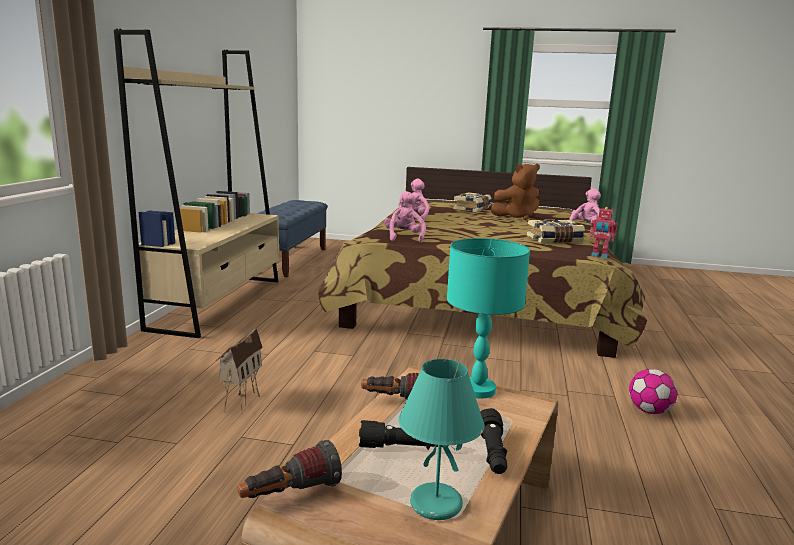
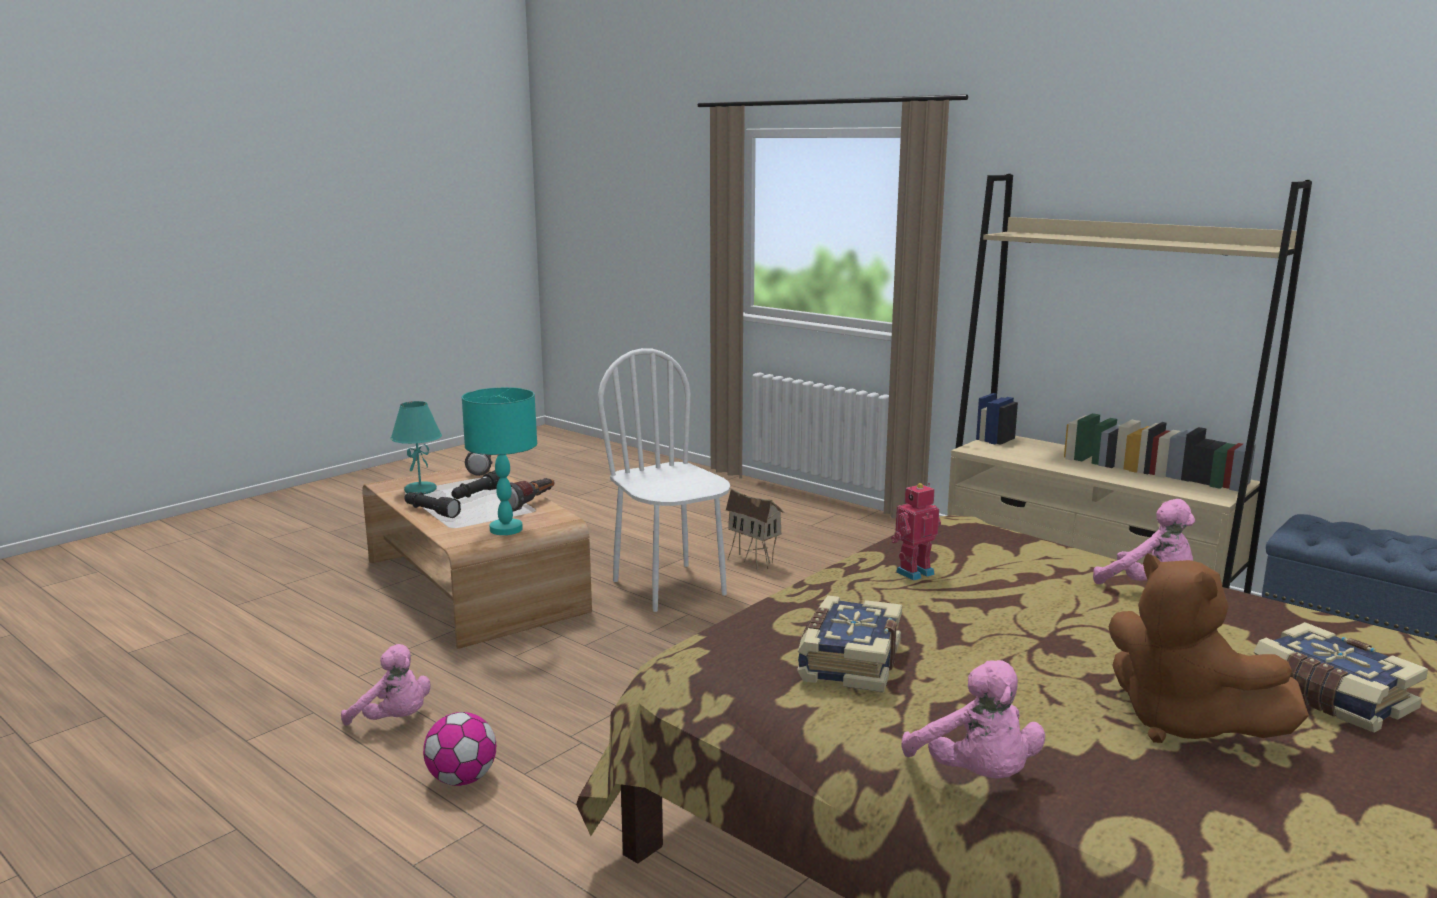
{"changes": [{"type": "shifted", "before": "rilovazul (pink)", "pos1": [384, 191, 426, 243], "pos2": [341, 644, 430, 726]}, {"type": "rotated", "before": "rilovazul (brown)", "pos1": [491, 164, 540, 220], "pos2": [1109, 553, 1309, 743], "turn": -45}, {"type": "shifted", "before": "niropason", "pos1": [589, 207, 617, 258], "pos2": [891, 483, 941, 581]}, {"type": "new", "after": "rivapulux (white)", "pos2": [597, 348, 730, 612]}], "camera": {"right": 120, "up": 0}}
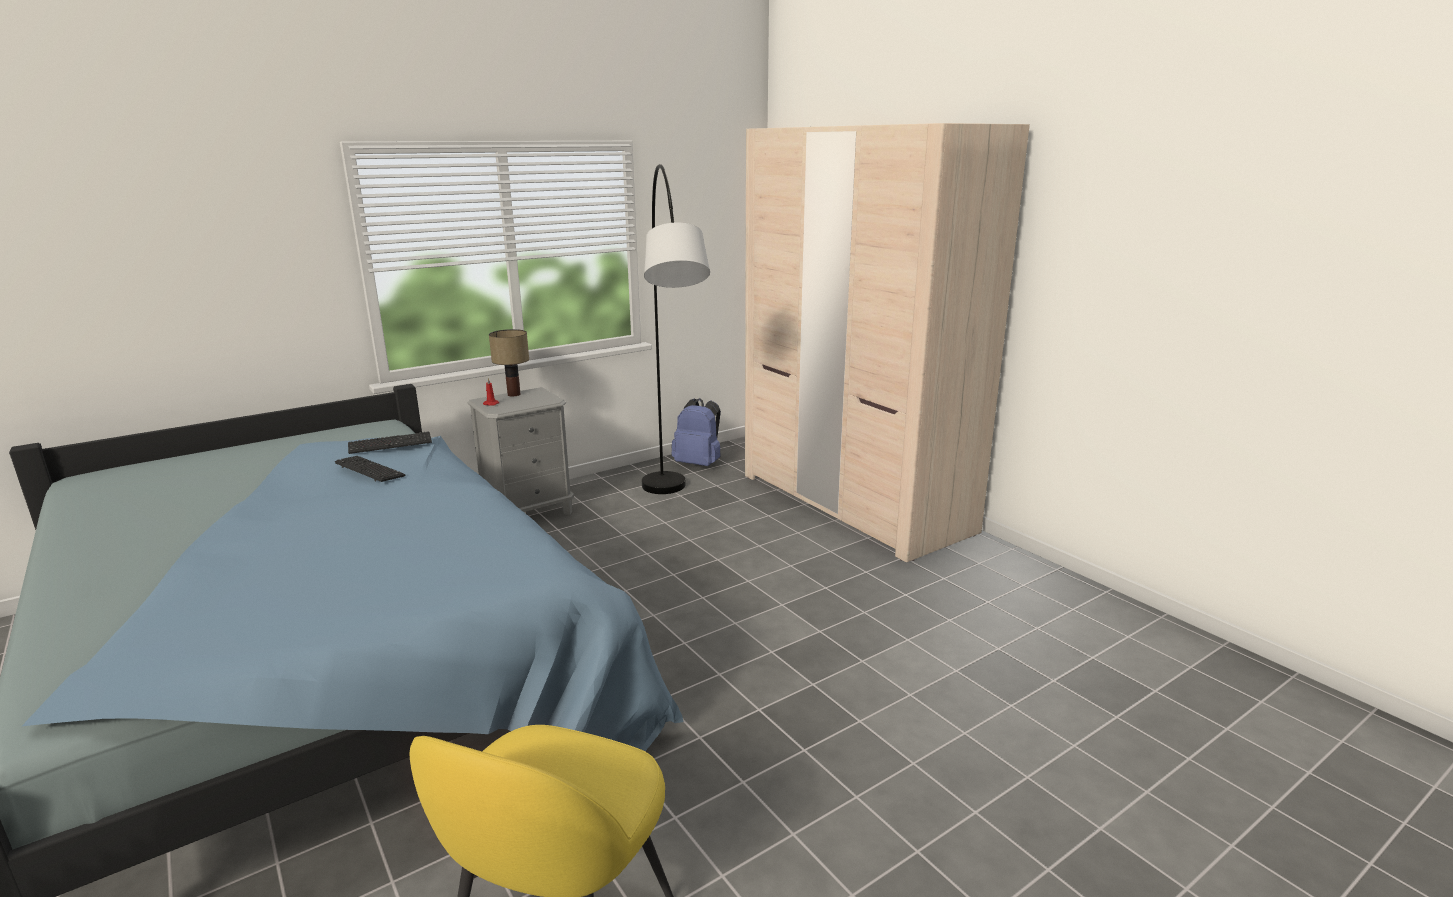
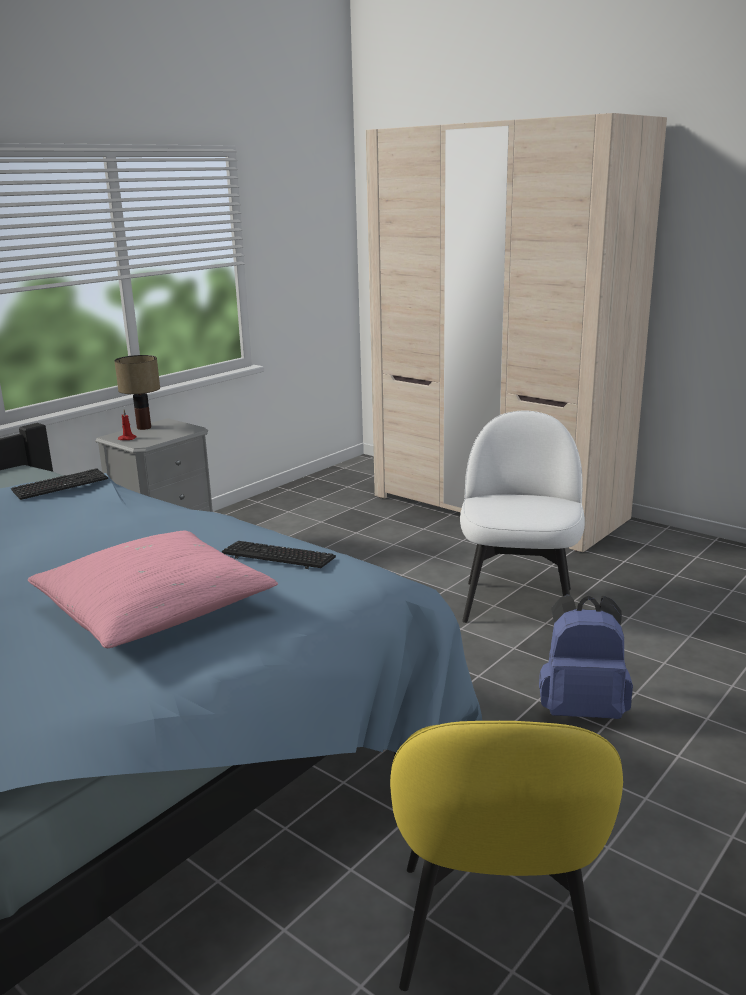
{"changes": [{"type": "shifted", "before": "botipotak", "pos1": [335, 456, 405, 482], "pos2": [222, 541, 336, 569]}, {"type": "gone", "before": "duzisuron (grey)", "pos1": [642, 164, 710, 494]}, {"type": "shifted", "before": "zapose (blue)", "pos1": [672, 398, 721, 466], "pos2": [539, 595, 633, 719]}, {"type": "new", "after": "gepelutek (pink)", "pos2": [28, 531, 278, 648]}, {"type": "new", "after": "rivapulux (white)", "pos2": [460, 410, 585, 623]}], "camera": {"right": -15, "up": 0}}
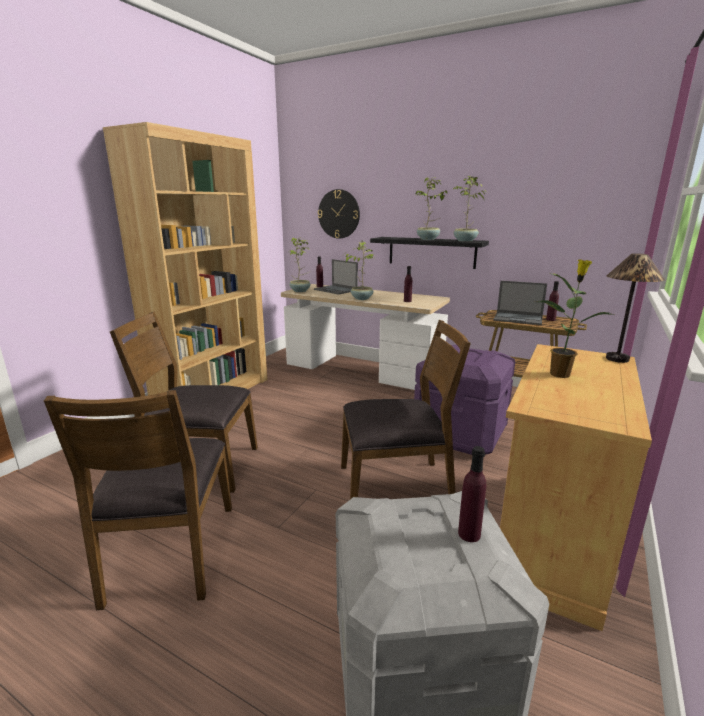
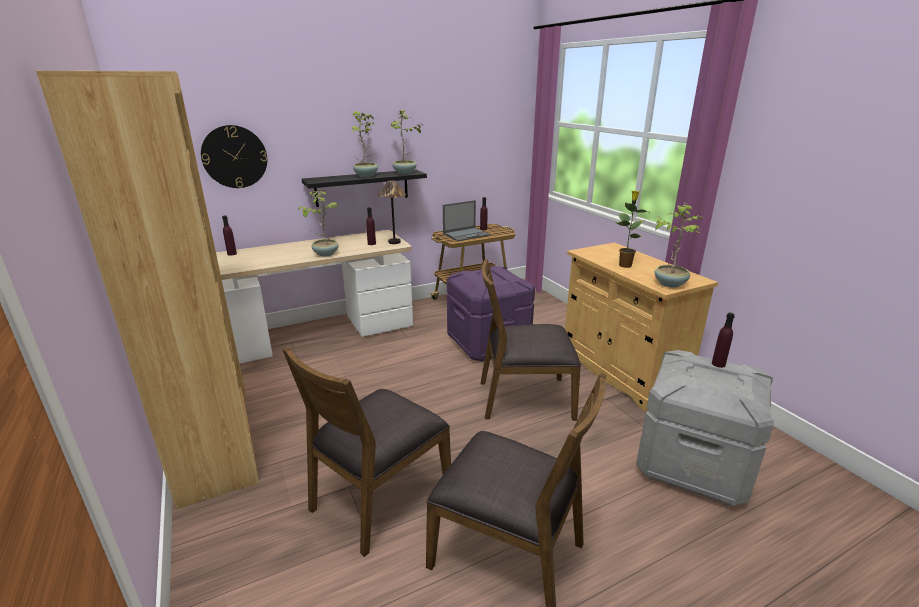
{"changes": [{"type": "shifted", "before": "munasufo", "pos1": [289, 238, 311, 292], "pos2": [655, 204, 703, 288]}, {"type": "gone", "before": "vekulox", "pos1": [314, 259, 358, 295]}, {"type": "rotated", "before": "rivapulux (brown)", "pos1": [341, 320, 471, 499], "pos2": [481, 259, 581, 421], "turn": -120}, {"type": "shifted", "before": "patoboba", "pos1": [606, 253, 665, 363], "pos2": [377, 180, 406, 244]}], "camera": {"right": -55, "up": 5}}
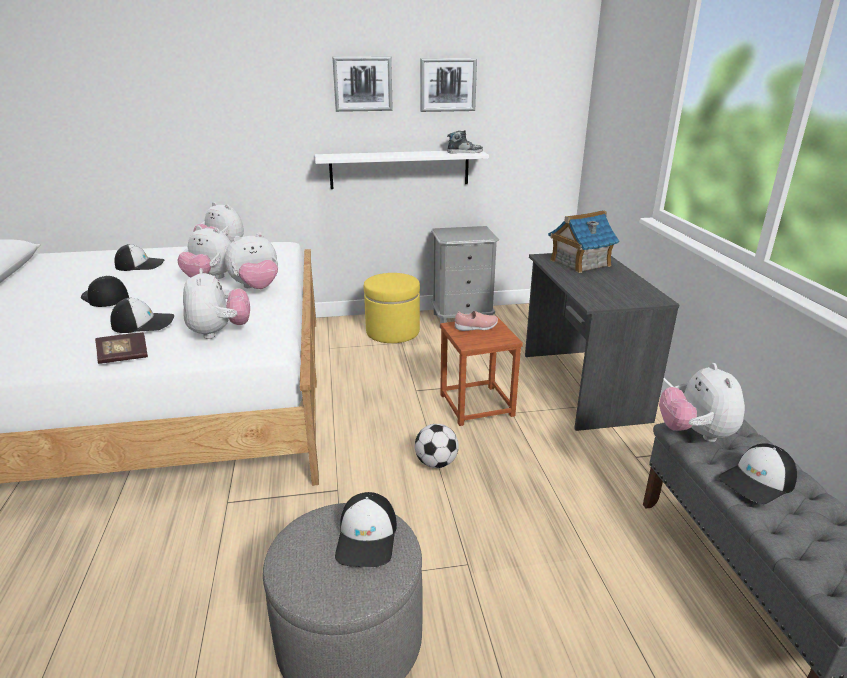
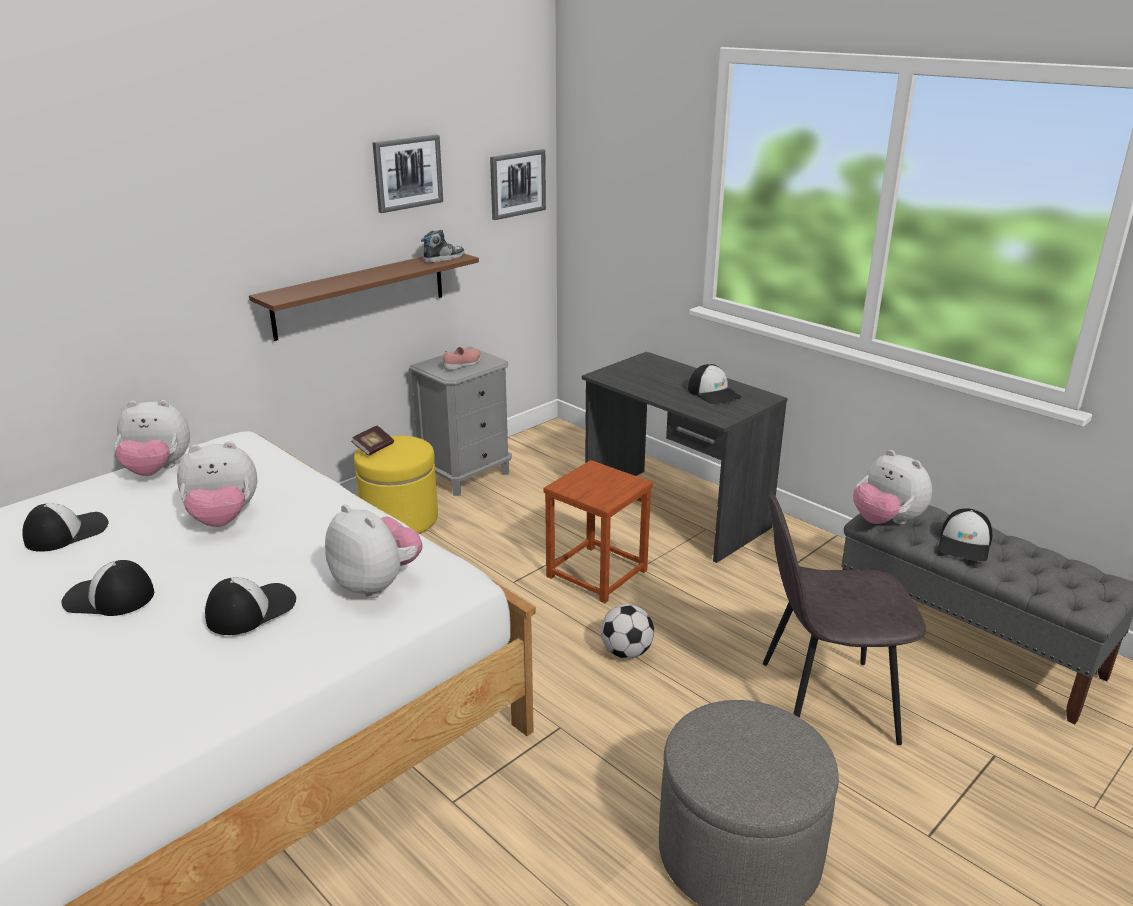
{"changes": [{"type": "shifted", "before": "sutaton", "pos1": [95, 332, 148, 364], "pos2": [351, 426, 394, 456]}, {"type": "gone", "before": "rilovazul", "pos1": [225, 233, 278, 289]}, {"type": "repainted", "before": "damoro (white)", "after": "damoro (brown)", "pos1": [315, 151, 489, 189], "pos2": [249, 254, 479, 341]}, {"type": "shifted", "before": "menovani", "pos1": [332, 57, 393, 112], "pos2": [490, 149, 546, 220]}, {"type": "shifted", "before": "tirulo", "pos1": [335, 492, 397, 567], "pos2": [688, 364, 742, 404]}, {"type": "shifted", "before": "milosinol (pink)", "pos1": [455, 311, 498, 331], "pos2": [443, 347, 481, 371]}, {"type": "gone", "before": "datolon", "pos1": [548, 210, 619, 273]}, {"type": "new", "after": "rivapulux (grey)", "pos2": [763, 492, 926, 745]}], "camera": {"right": -35, "up": 0}}
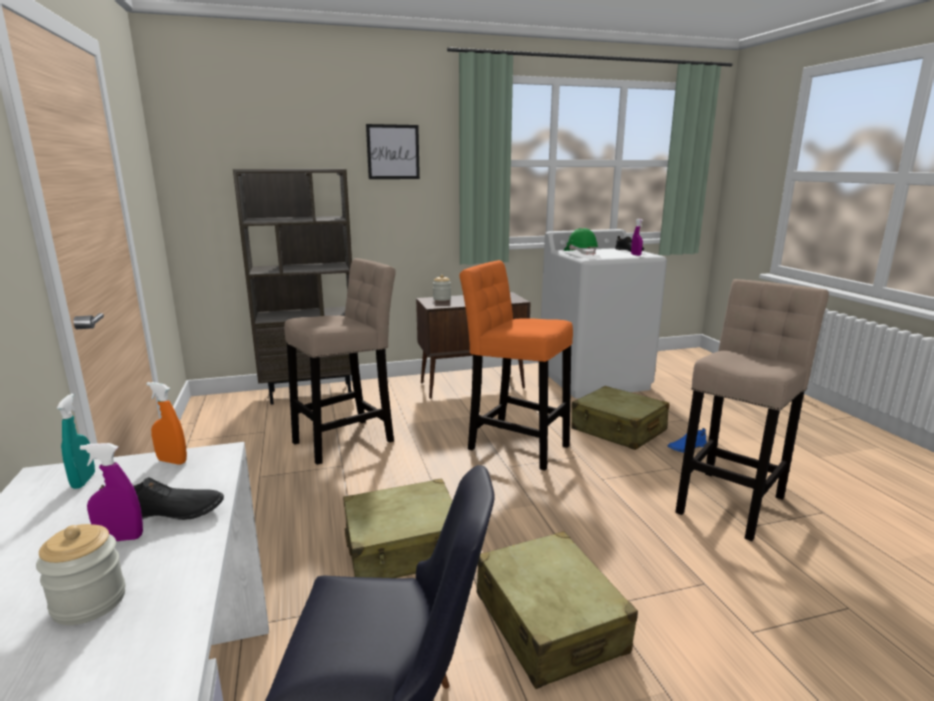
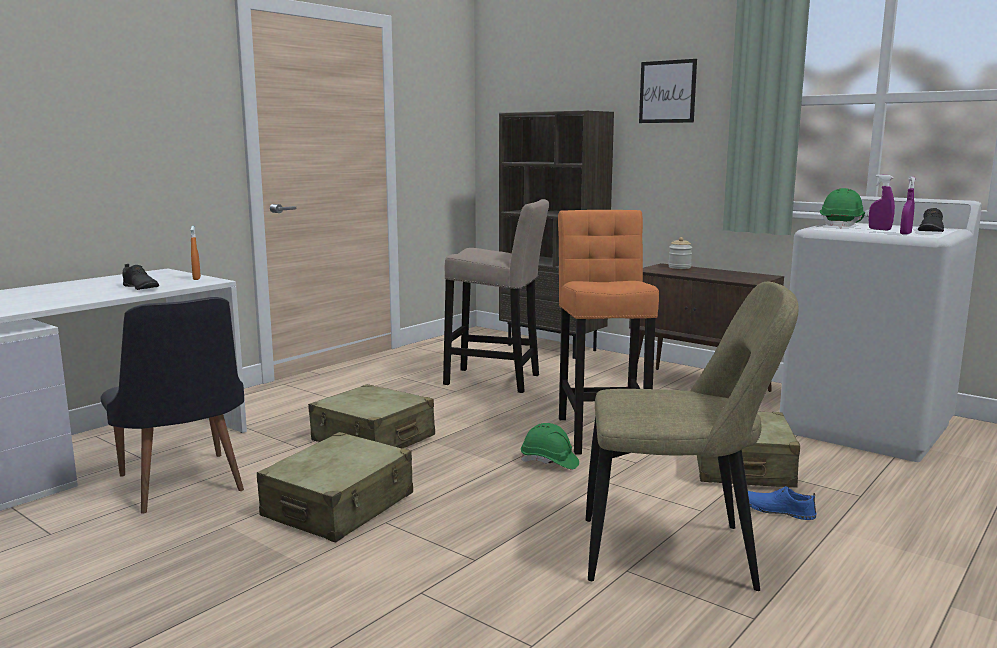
{"changes": [{"type": "gone", "before": "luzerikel", "pos1": [36, 524, 125, 625]}, {"type": "gone", "before": "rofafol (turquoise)", "pos1": [57, 393, 95, 489]}, {"type": "shifted", "before": "rofafol (purple)", "pos1": [80, 443, 143, 541], "pos2": [869, 174, 895, 230]}, {"type": "swapped", "before": "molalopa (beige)", "after": "rivapulux (beige)", "pos1": [675, 279, 829, 541], "pos2": [586, 282, 799, 591]}, {"type": "new", "after": "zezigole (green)", "pos2": [521, 423, 579, 469]}], "camera": {"right": 55, "up": -5}}
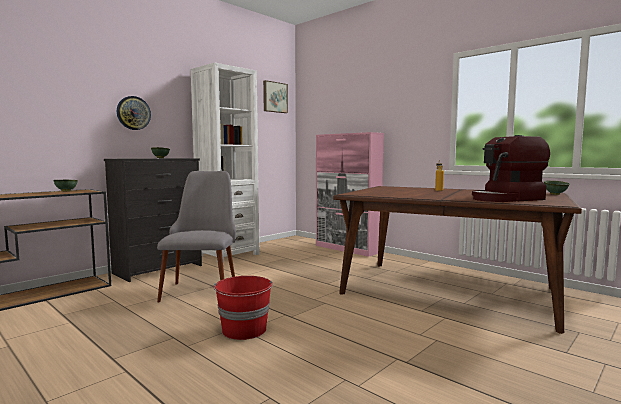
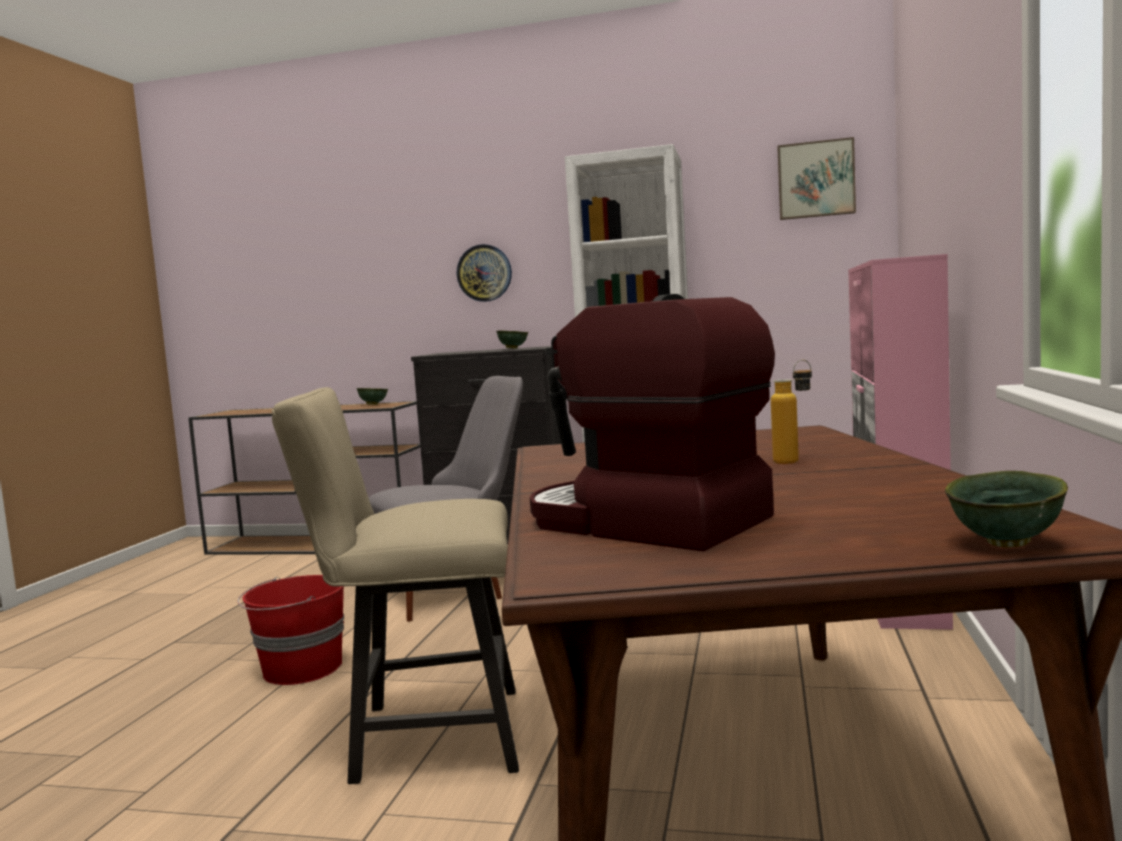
{"changes": [{"type": "new", "after": "rivapulux (beige)", "pos2": [272, 387, 519, 784]}], "camera": {"right": 60, "up": 0}}
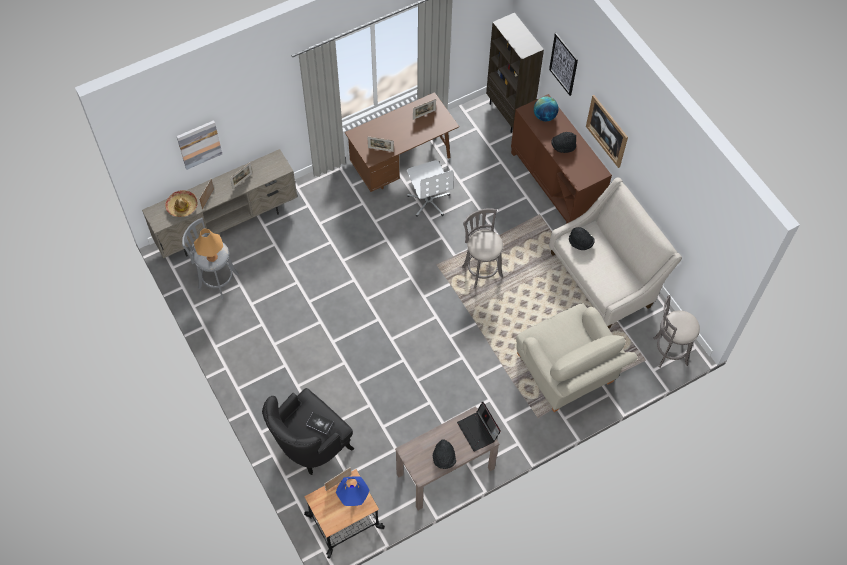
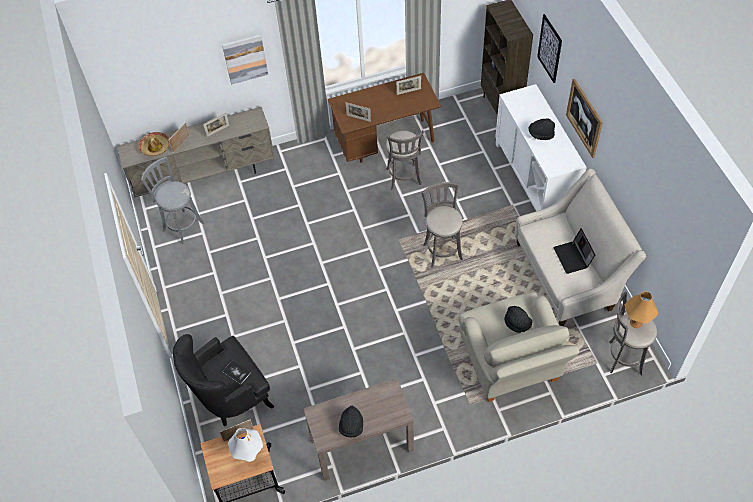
{"changes": [{"type": "shifted", "before": "menovani", "pos1": [177, 120, 222, 170], "pos2": [222, 34, 268, 84]}, {"type": "shifted", "before": "patoboba (orange)", "pos1": [194, 229, 223, 262], "pos2": [624, 291, 658, 328]}, {"type": "repainted", "before": "patoboba (blue)", "after": "patoboba (white)", "pos1": [336, 476, 370, 506], "pos2": [228, 428, 263, 462]}, {"type": "swapped", "before": "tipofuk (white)", "after": "molalopa (grey)", "pos1": [407, 160, 454, 217], "pos2": [386, 130, 424, 190]}, {"type": "shifted", "before": "vekulox", "pos1": [457, 401, 501, 452], "pos2": [553, 228, 595, 274]}, {"type": "repainted", "before": "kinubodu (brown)", "after": "kinubodu (white)", "pos1": [511, 94, 612, 224], "pos2": [495, 84, 587, 211]}, {"type": "gone", "before": "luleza", "pos1": [534, 97, 559, 122]}, {"type": "shifted", "before": "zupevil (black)", "pos1": [569, 227, 595, 250], "pos2": [504, 306, 532, 333]}], "camera": {"right": 15, "up": -5}}
